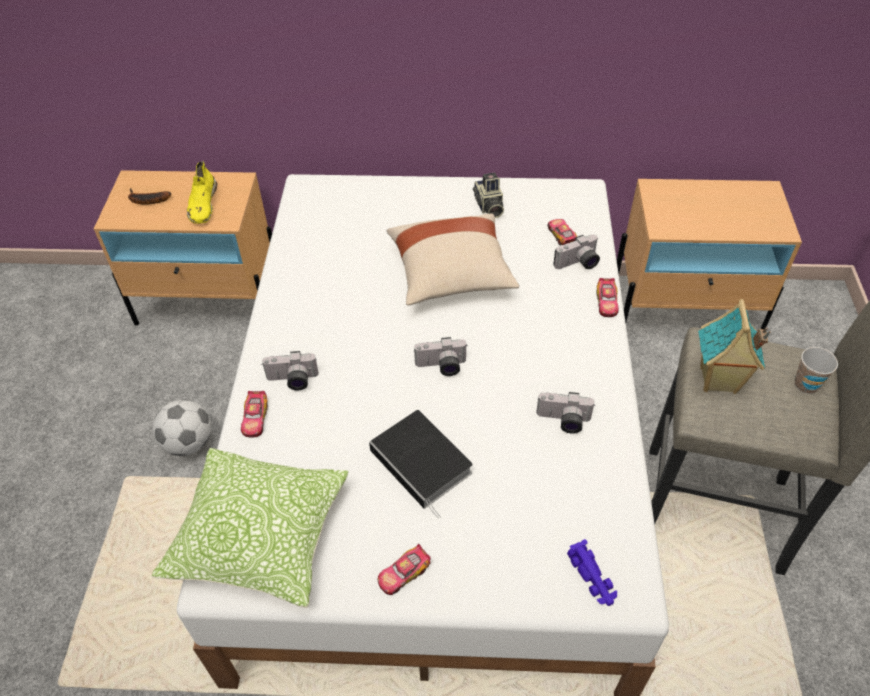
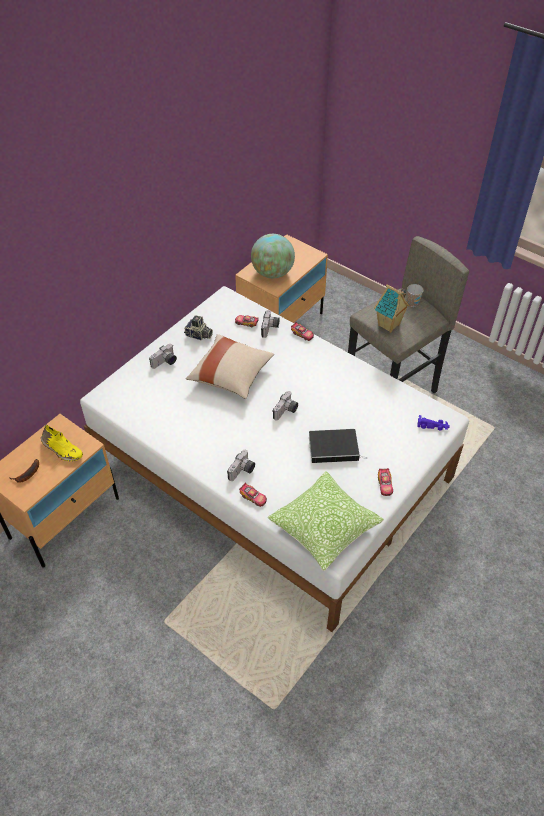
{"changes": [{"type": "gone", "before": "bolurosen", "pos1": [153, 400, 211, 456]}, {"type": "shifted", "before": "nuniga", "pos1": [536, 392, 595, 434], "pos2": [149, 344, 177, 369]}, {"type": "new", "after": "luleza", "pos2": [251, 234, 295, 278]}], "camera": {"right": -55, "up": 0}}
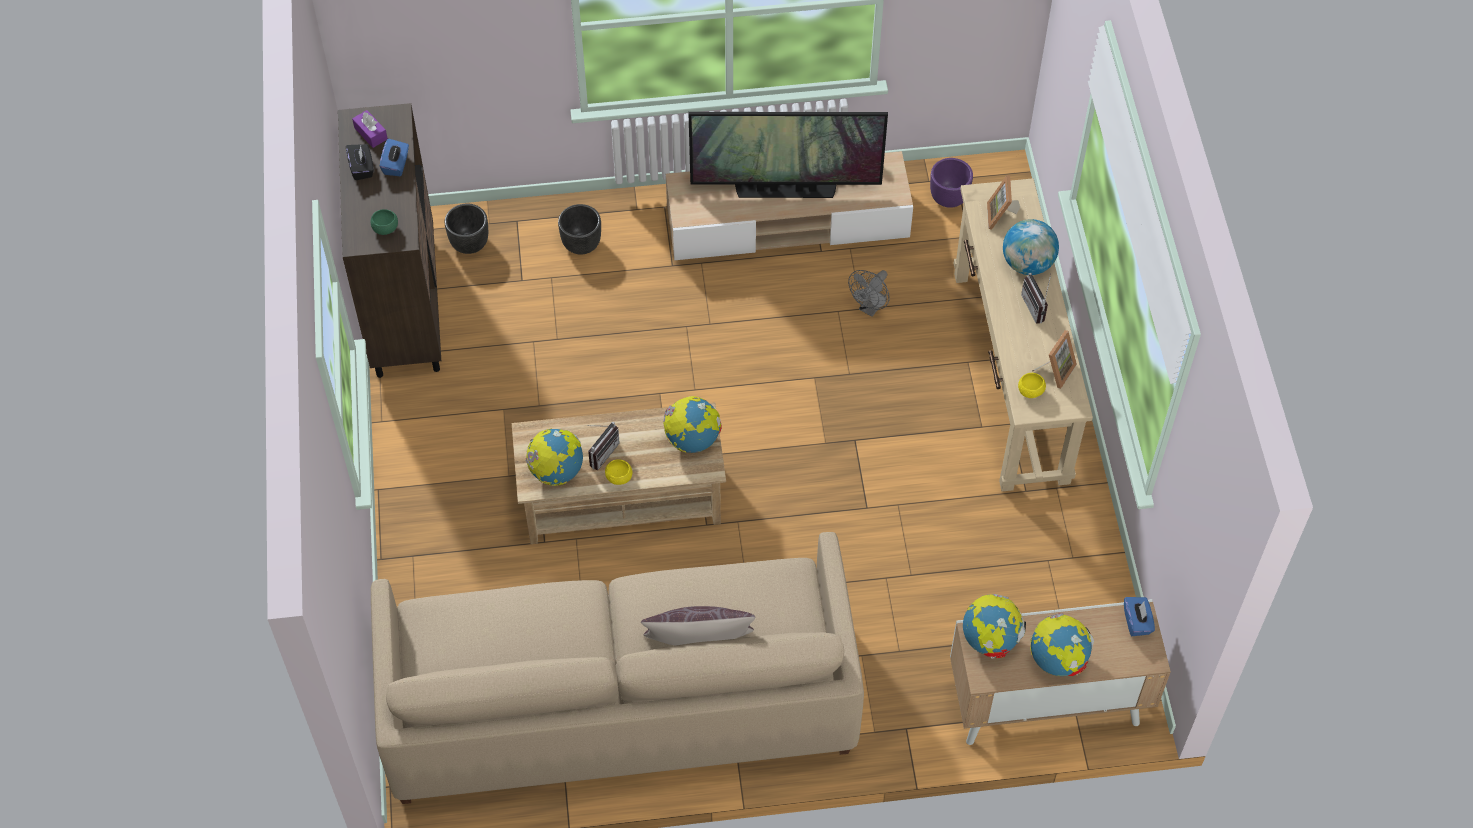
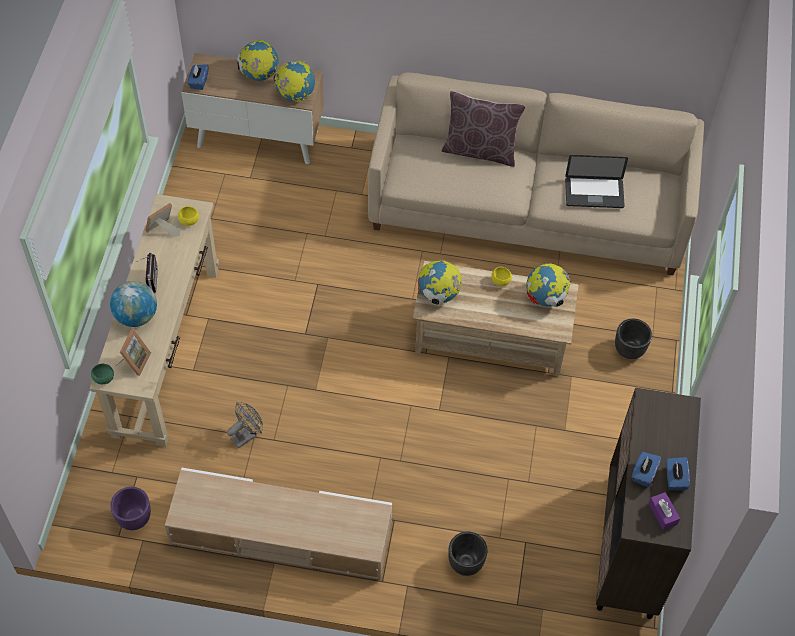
{"changes": [{"type": "repainted", "before": "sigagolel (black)", "after": "sigagolel (blue)", "pos1": [346, 144, 374, 180], "pos2": [666, 457, 690, 491]}, {"type": "shifted", "before": "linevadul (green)", "pos1": [371, 209, 398, 235], "pos2": [91, 364, 114, 384]}, {"type": "shifted", "before": "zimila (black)", "pos1": [445, 204, 488, 254], "pos2": [615, 318, 652, 359]}, {"type": "gone", "before": "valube", "pos1": [587, 422, 620, 470]}, {"type": "gone", "before": "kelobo", "pos1": [689, 112, 888, 198]}, {"type": "new", "after": "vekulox", "pos2": [565, 155, 628, 208]}], "camera": {"right": -165, "up": 0}}
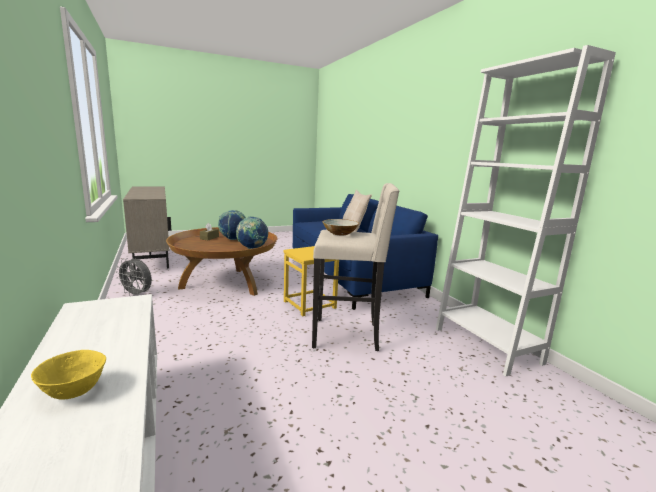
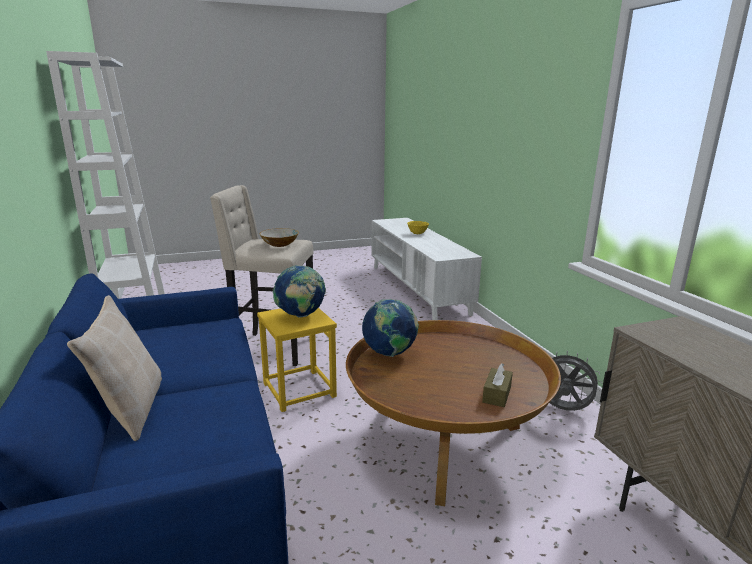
{"changes": [{"type": "shifted", "before": "luleza", "pos1": [218, 210, 246, 240], "pos2": [273, 265, 326, 318]}], "camera": {"right": -175, "up": 5}}
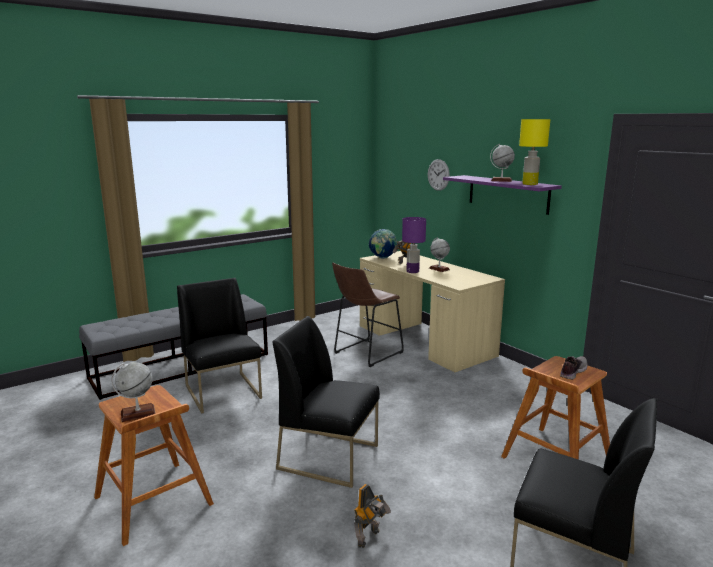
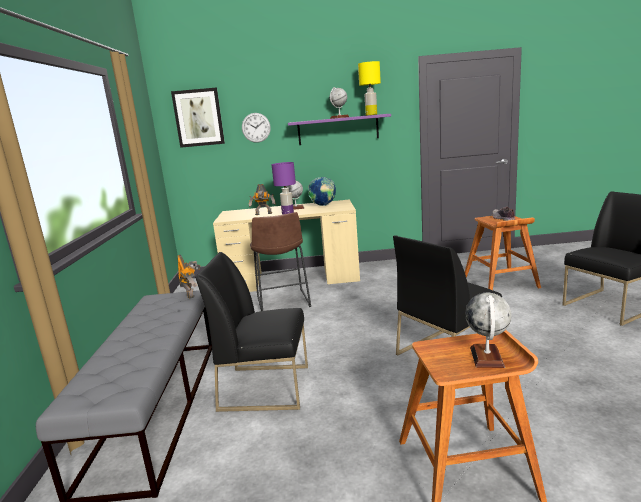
{"changes": [{"type": "shifted", "before": "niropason", "pos1": [354, 484, 391, 548], "pos2": [177, 255, 200, 298]}, {"type": "shifted", "before": "luleza", "pos1": [369, 229, 398, 259], "pos2": [308, 177, 336, 206]}, {"type": "new", "after": "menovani", "pos2": [171, 88, 225, 148]}], "camera": {"right": -55, "up": 0}}
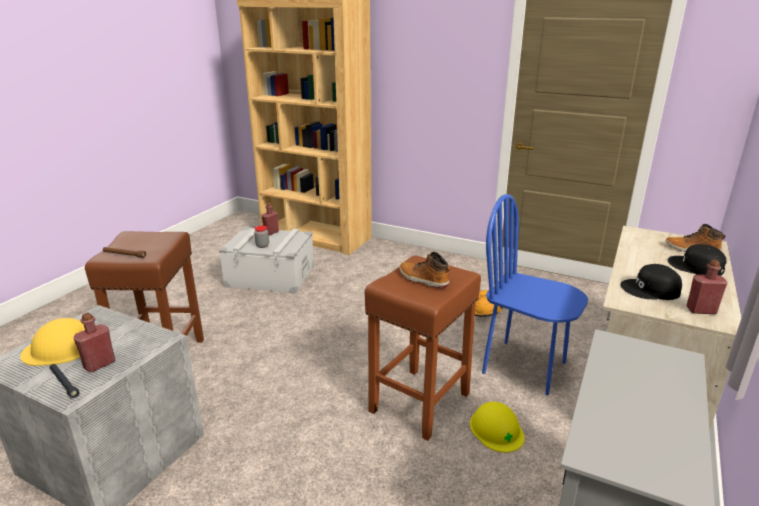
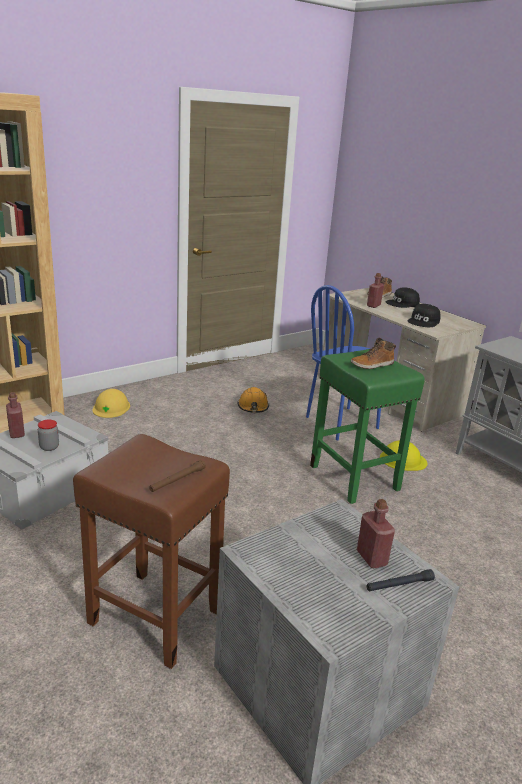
{"changes": [{"type": "shifted", "before": "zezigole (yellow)", "pos1": [20, 318, 85, 366], "pos2": [92, 389, 130, 418]}, {"type": "repainted", "before": "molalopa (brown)", "after": "molalopa (green)", "pos1": [365, 255, 481, 441], "pos2": [310, 349, 425, 504]}, {"type": "shifted", "before": "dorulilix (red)", "pos1": [686, 260, 727, 314], "pos2": [367, 273, 384, 308]}], "camera": {"right": -65, "up": 0}}
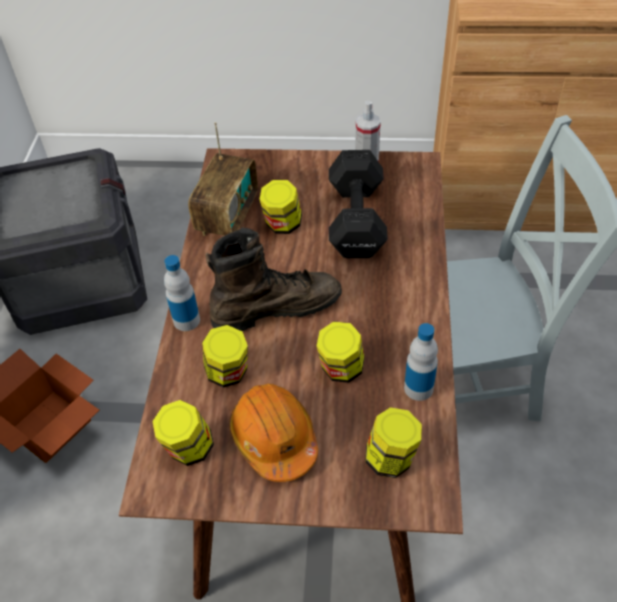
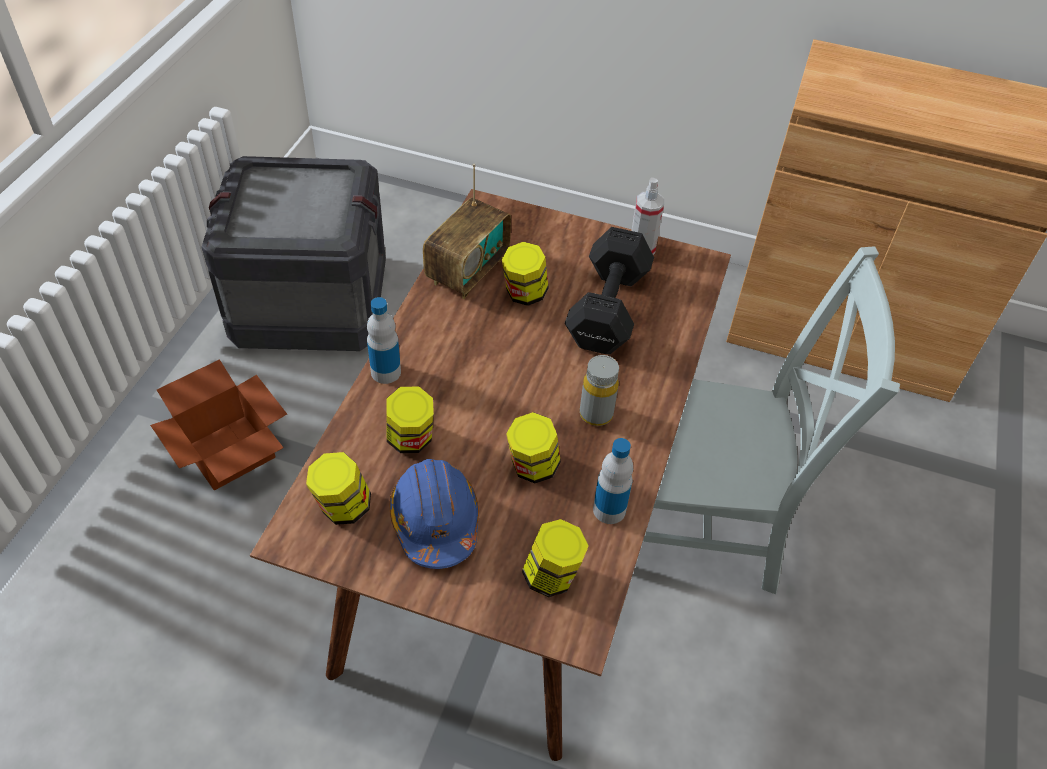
{"changes": [{"type": "gone", "before": "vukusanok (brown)", "pos1": [206, 228, 342, 331]}, {"type": "repainted", "before": "zezigole (orange)", "after": "zezigole (blue)", "pos1": [229, 384, 318, 482], "pos2": [390, 459, 479, 569]}, {"type": "new", "after": "dorulilix (grey)", "pos2": [580, 355, 619, 426]}], "camera": {"right": 10, "up": 0}}
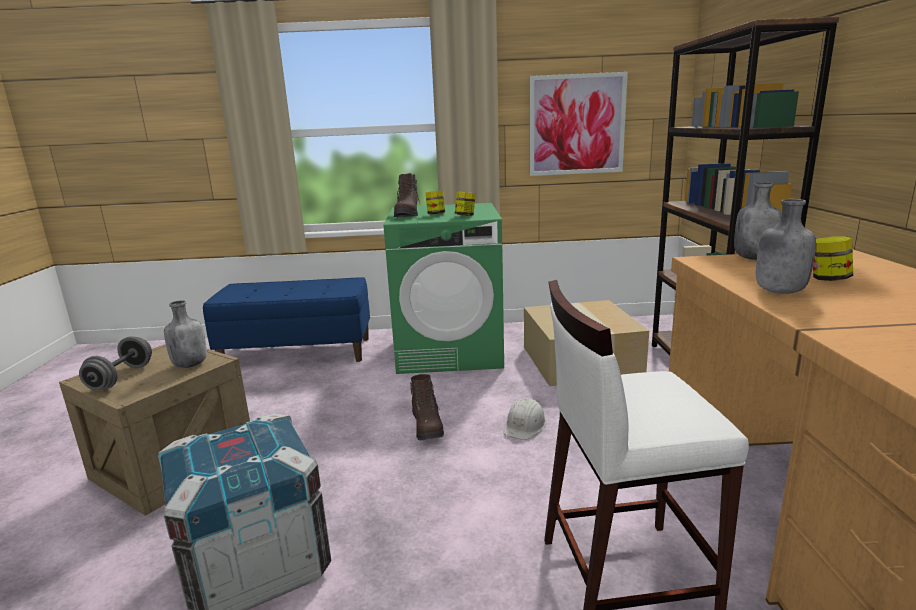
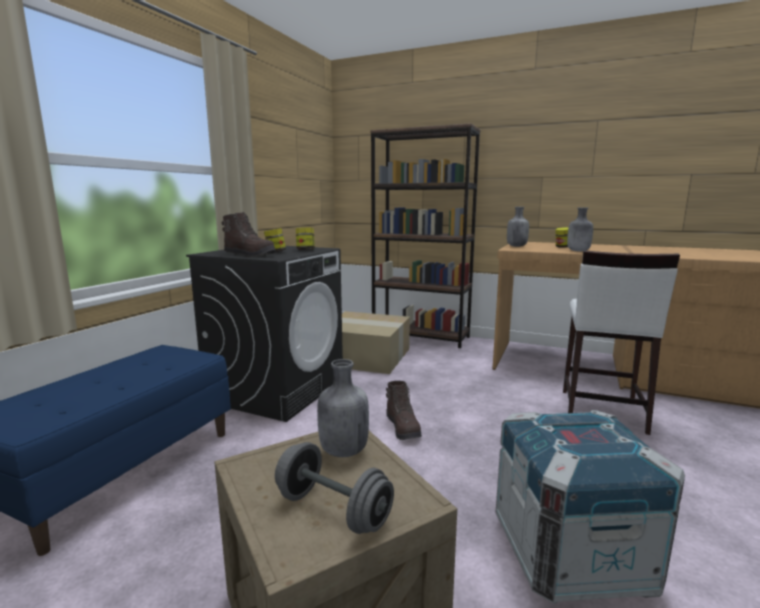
{"changes": [{"type": "repainted", "before": "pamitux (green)", "after": "pamitux (black)", "pos1": [383, 203, 504, 374], "pos2": [186, 246, 343, 422]}, {"type": "rotated", "before": "vukusanok (brown)", "pos1": [410, 374, 444, 440], "pos2": [386, 381, 422, 440], "turn": 60}, {"type": "gone", "before": "zezigole (white)", "pos1": [504, 398, 546, 440]}, {"type": "gone", "before": "menovani", "pos1": [530, 72, 628, 176]}], "camera": {"right": -65, "up": -5}}
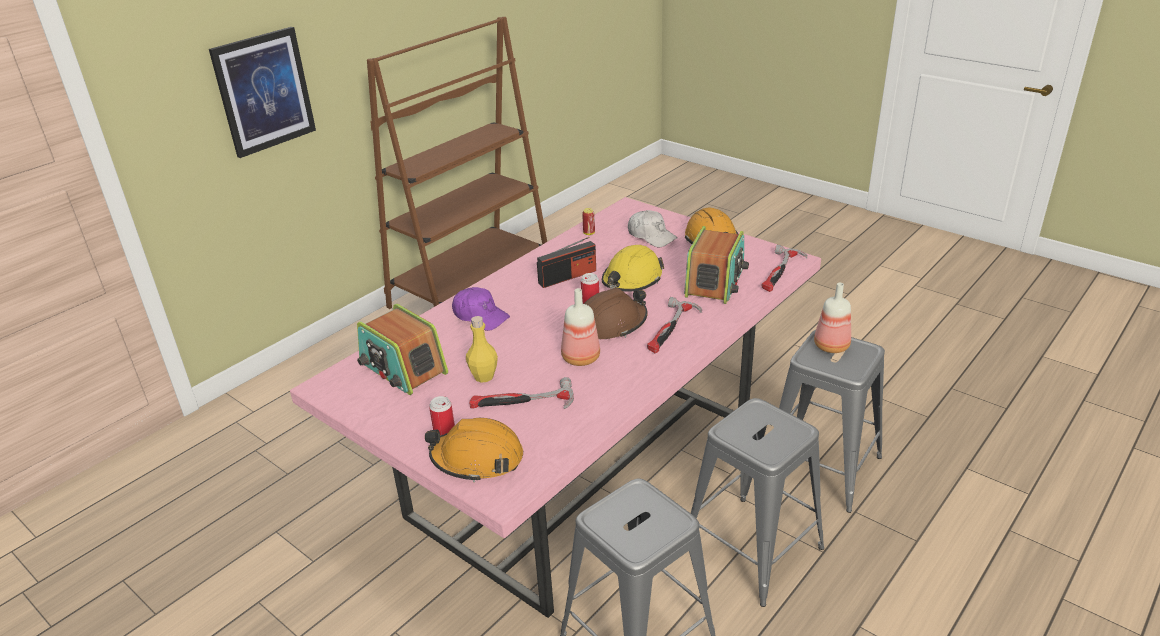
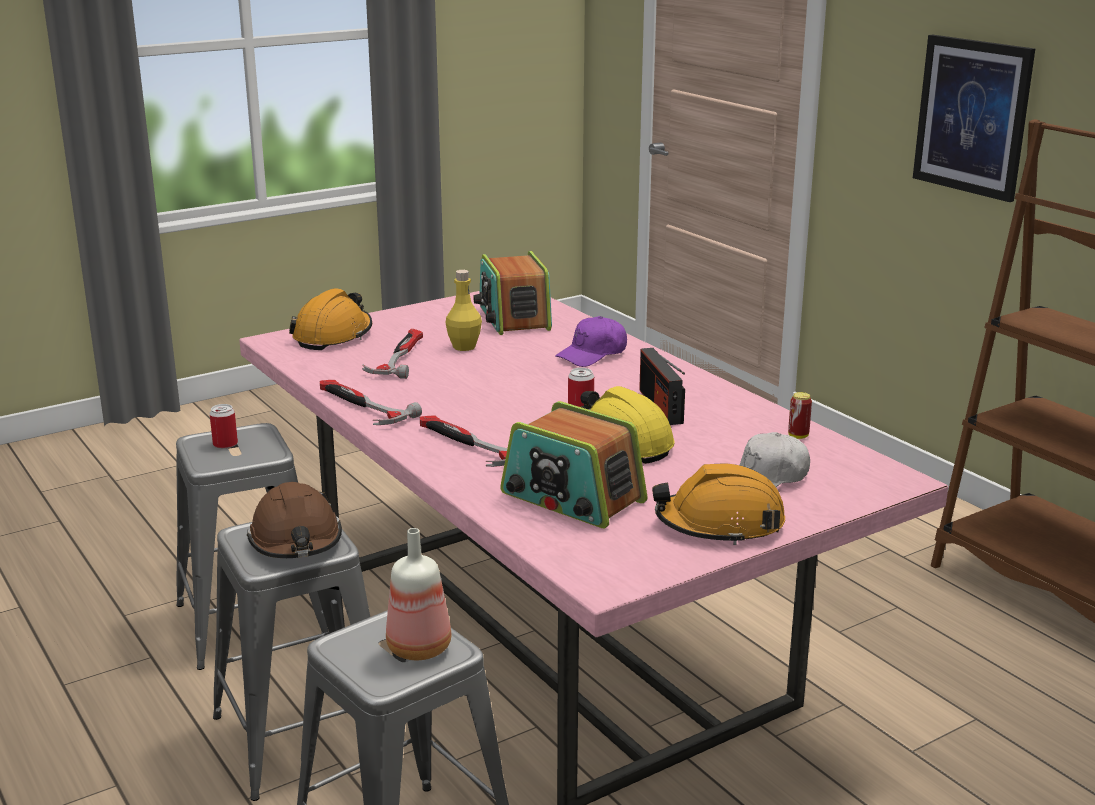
{"changes": [{"type": "rotated", "before": "valube", "pos1": [357, 304, 448, 395], "pos2": [473, 251, 552, 335], "turn": -75}, {"type": "shifted", "before": "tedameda", "pos1": [429, 396, 455, 436], "pos2": [209, 404, 238, 449]}, {"type": "gone", "before": "dorulilix", "pos1": [561, 288, 600, 366]}, {"type": "shifted", "before": "zezigole (brown)", "pos1": [584, 288, 648, 339], "pos2": [247, 482, 342, 558]}, {"type": "shifted", "before": "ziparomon", "pos1": [762, 245, 808, 292], "pos2": [320, 380, 422, 425]}], "camera": {"right": 105, "up": -10}}
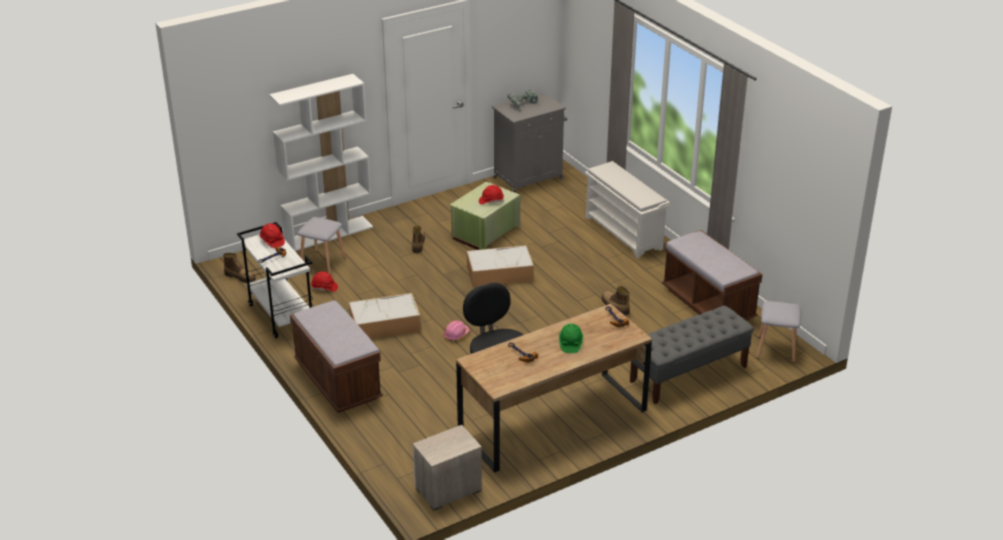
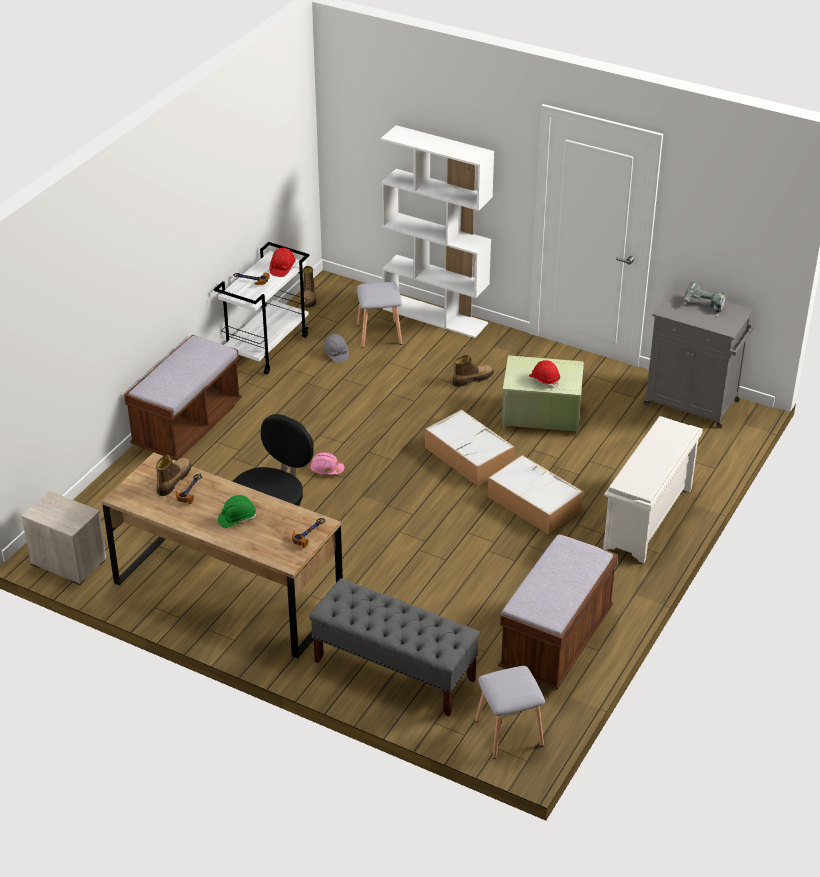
{"changes": [{"type": "repainted", "before": "zezigole (red)", "after": "zezigole (grey)", "pos1": [311, 271, 338, 291], "pos2": [323, 334, 349, 363]}, {"type": "shifted", "before": "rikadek", "pos1": [349, 293, 421, 339], "pos2": [488, 455, 583, 534]}, {"type": "shifted", "before": "vukusanok", "pos1": [602, 286, 630, 315], "pos2": [156, 455, 191, 496]}], "camera": {"right": 60, "up": 5}}
